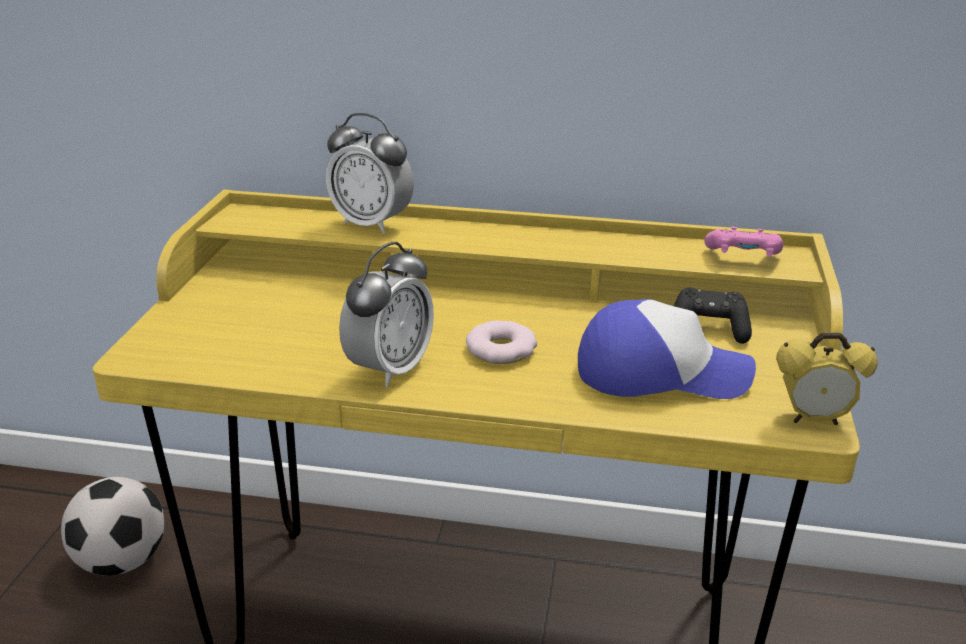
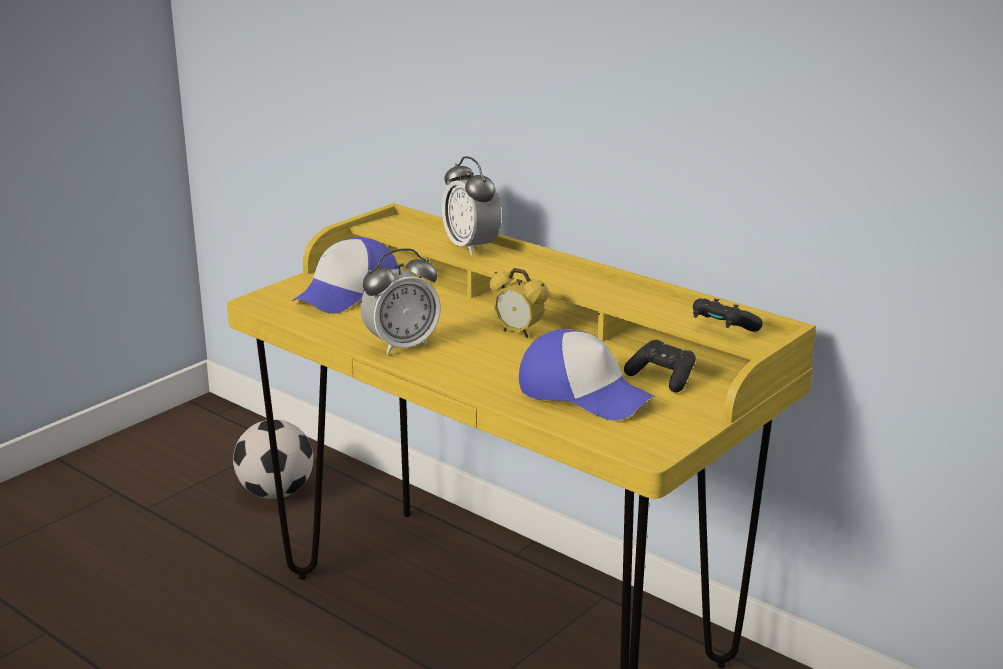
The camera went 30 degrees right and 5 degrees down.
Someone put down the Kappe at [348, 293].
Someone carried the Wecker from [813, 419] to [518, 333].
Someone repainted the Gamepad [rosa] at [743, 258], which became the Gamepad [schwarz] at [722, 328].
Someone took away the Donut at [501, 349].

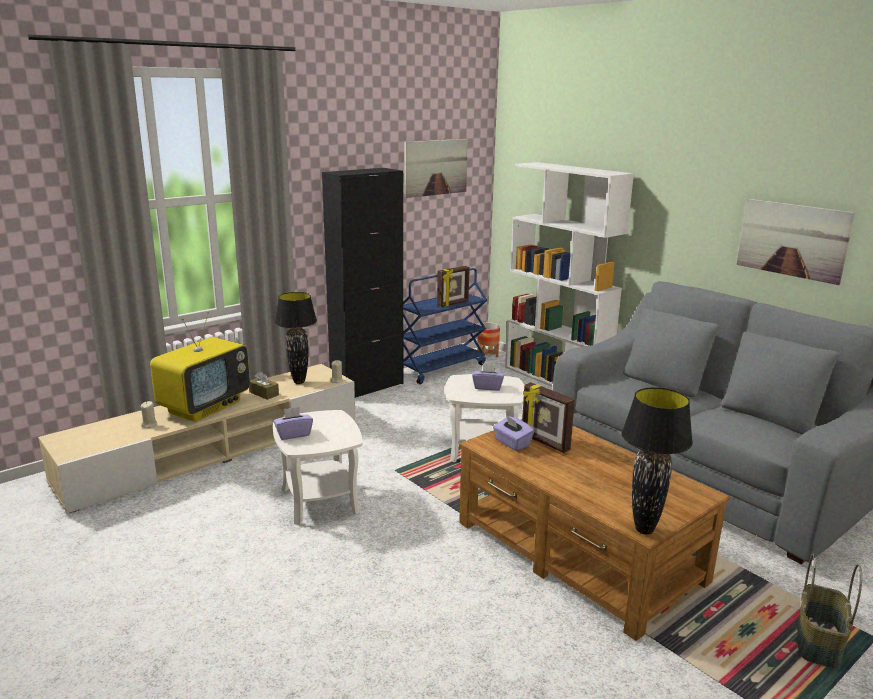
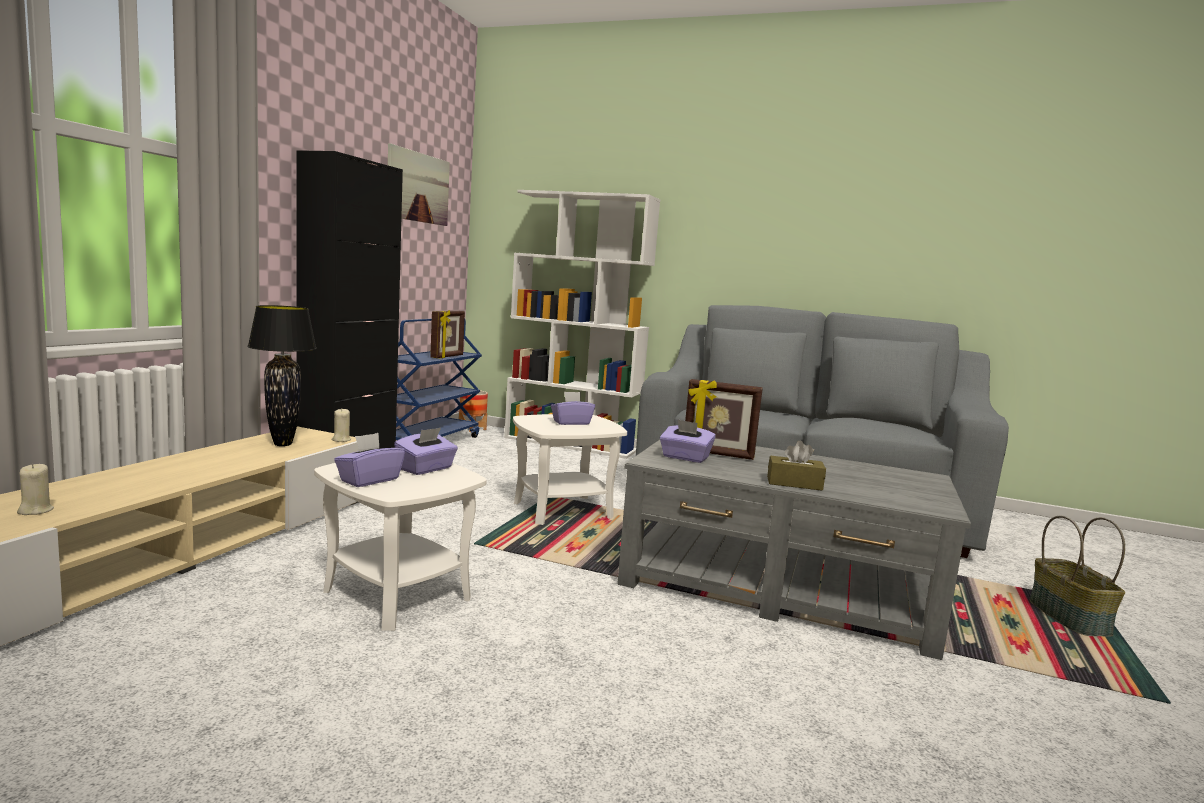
The camera went 30 degrees left and 10 degrees down.
Someone put down the Taschentuchbox [lila] at [426, 469].
Someone repainted the Couchtisch [braun] at [578, 552], which became the Couchtisch [grau] at [778, 588].
Someone carried the Taschentuchbox [braun] from [264, 393] to [794, 483].
Someone took away the Fernseher at [205, 406].
Someone took away the Tischlampe [schwarz] at [644, 530].
Someone took away the Bild at [792, 240].

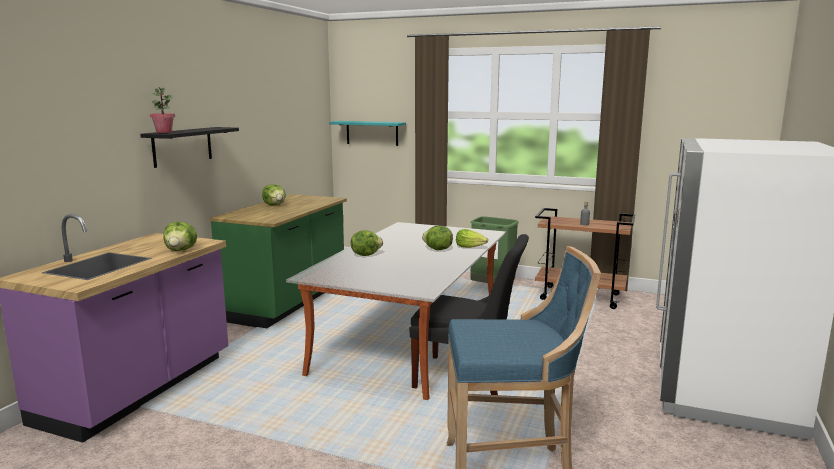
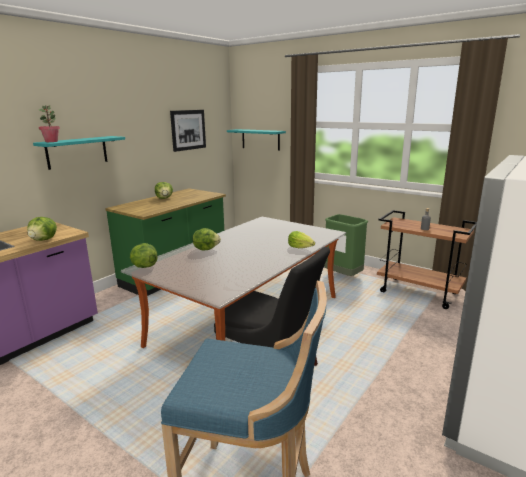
The camera went 15 degrees right and 5 degrees up.
Someone repainted the Wandregal [schwarz] at [182, 146], which became the Wandregal [türkis] at [77, 152].
Someone carried the Salatkopf from [437, 249] to [144, 266].
Someone put up the Bild at [188, 130].

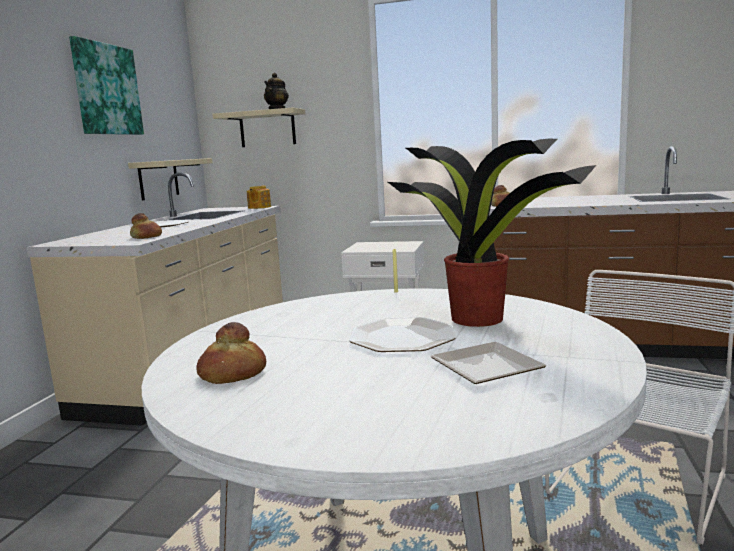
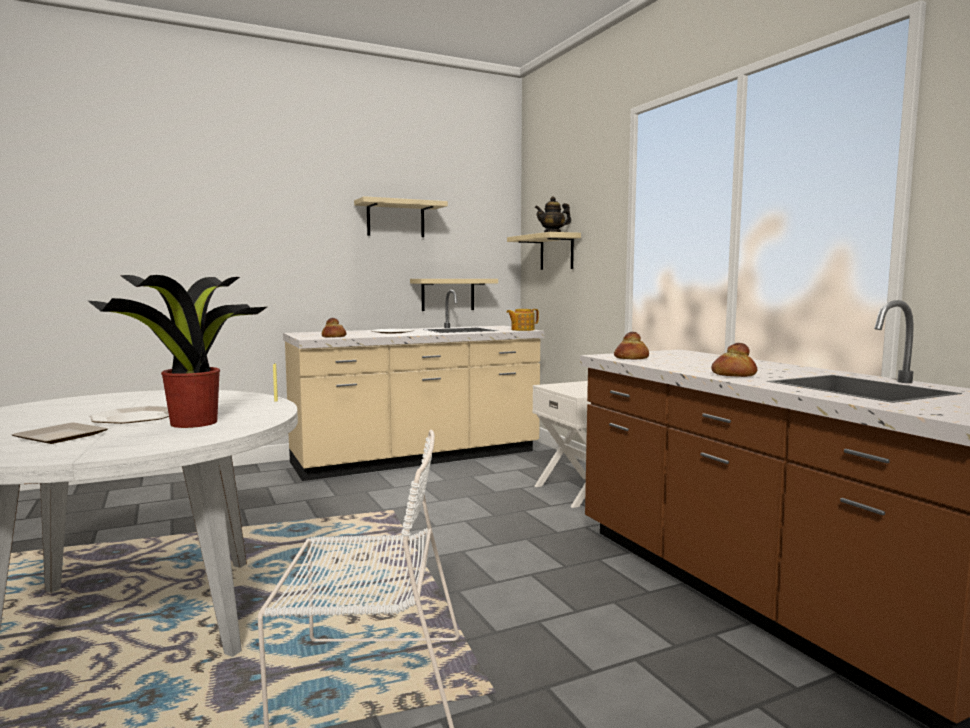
The camera went 50 degrees right and 5 degrees down.
Someone swapped the Bild at [106, 89] for the Wandregal [beige] at [395, 219].
Someone carried the Brot from [232, 374] to [733, 374].

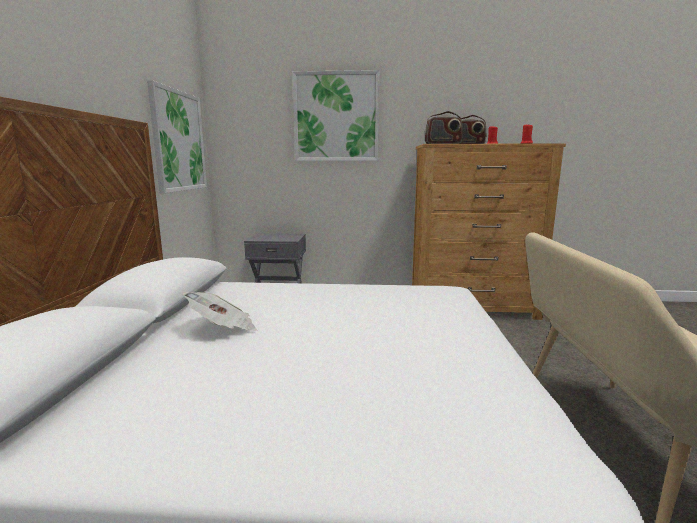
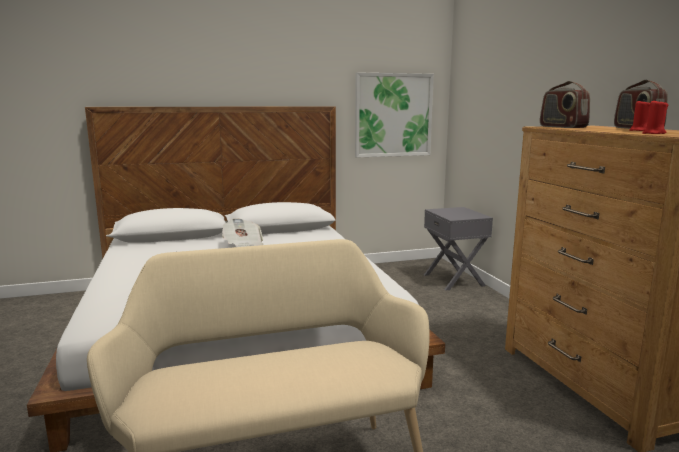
The camera went 70 degrees right and 0 degrees up.
Someone took away the Bild at [336, 117].

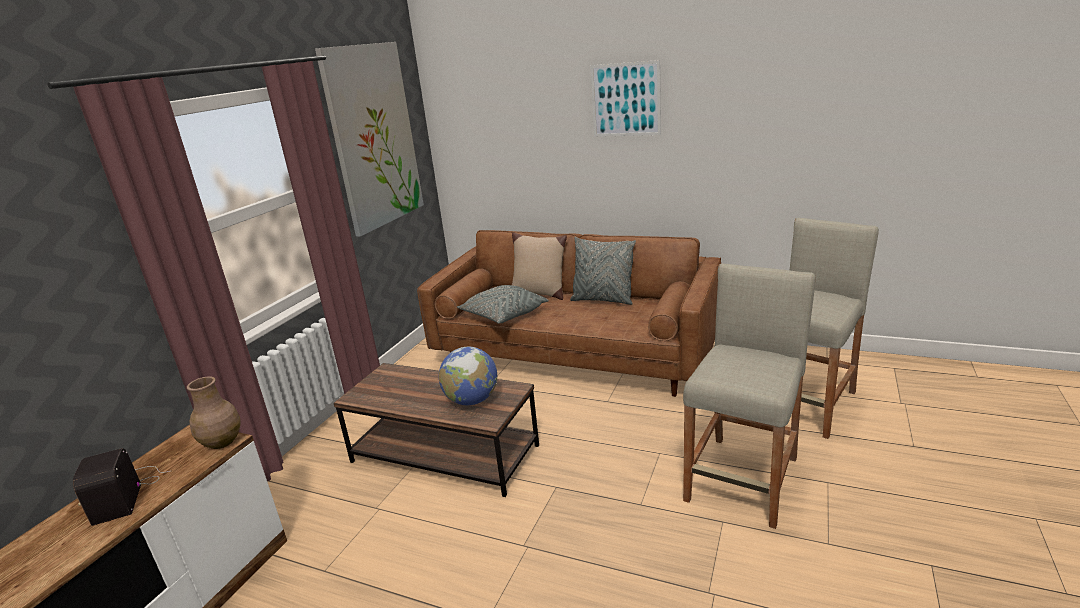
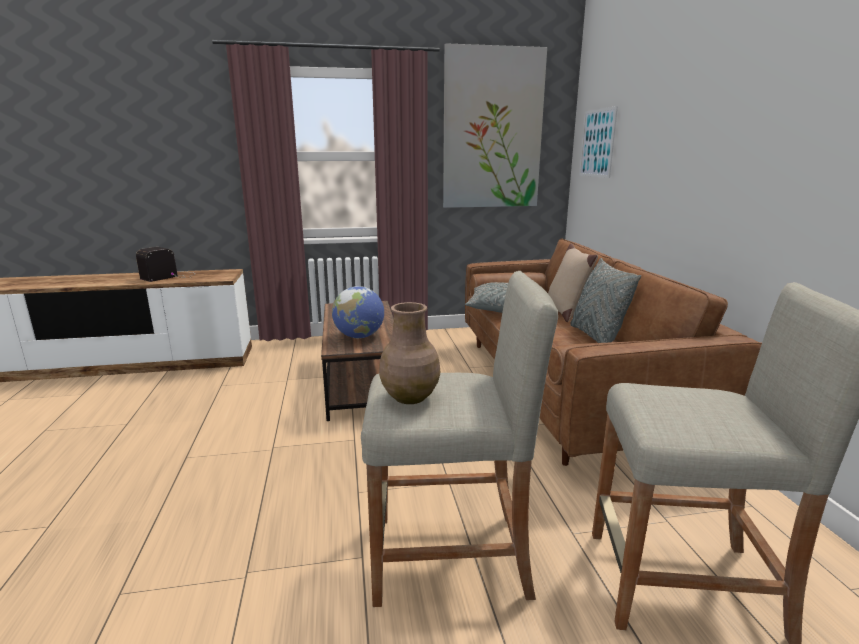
The camera went 55 degrees right and 5 degrees down.
Someone carried the Vase [braun] from [221, 442] to [409, 397].
Someone carried the Bild from [625, 100] to [597, 143].

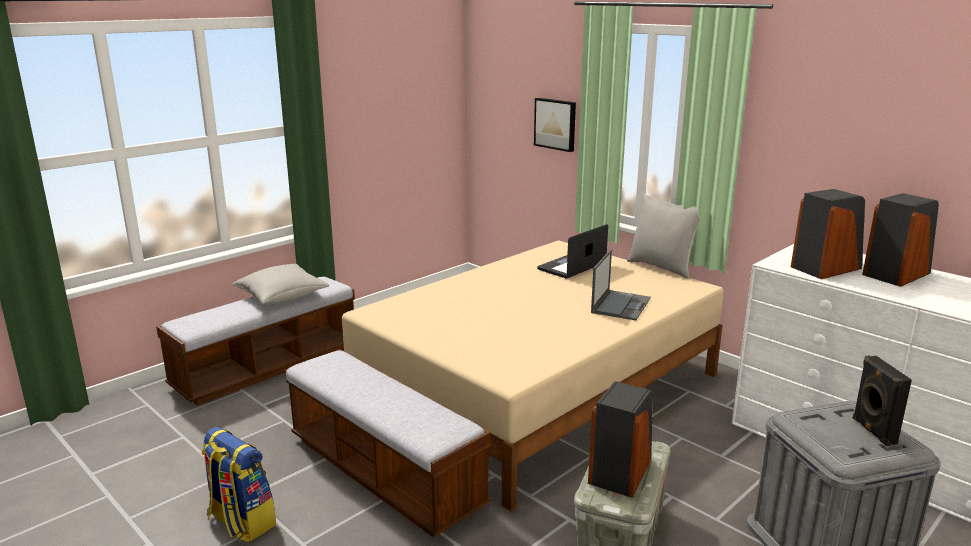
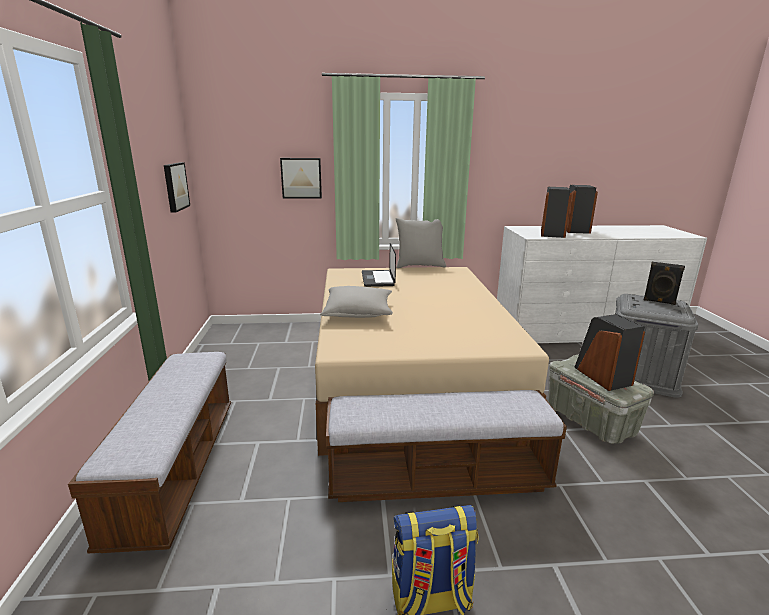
The camera went 50 degrees left and 0 degrees up.
Someone put up the Bild at [175, 186].
Someone carried the Kissen [grau] from [282, 296] to [358, 312].
Someone took away the Laptop at [621, 305].

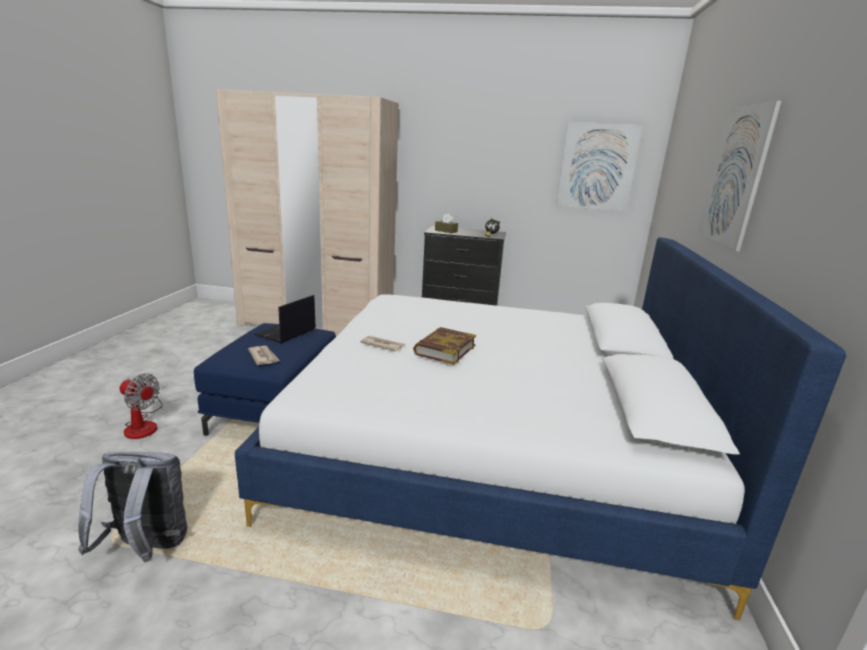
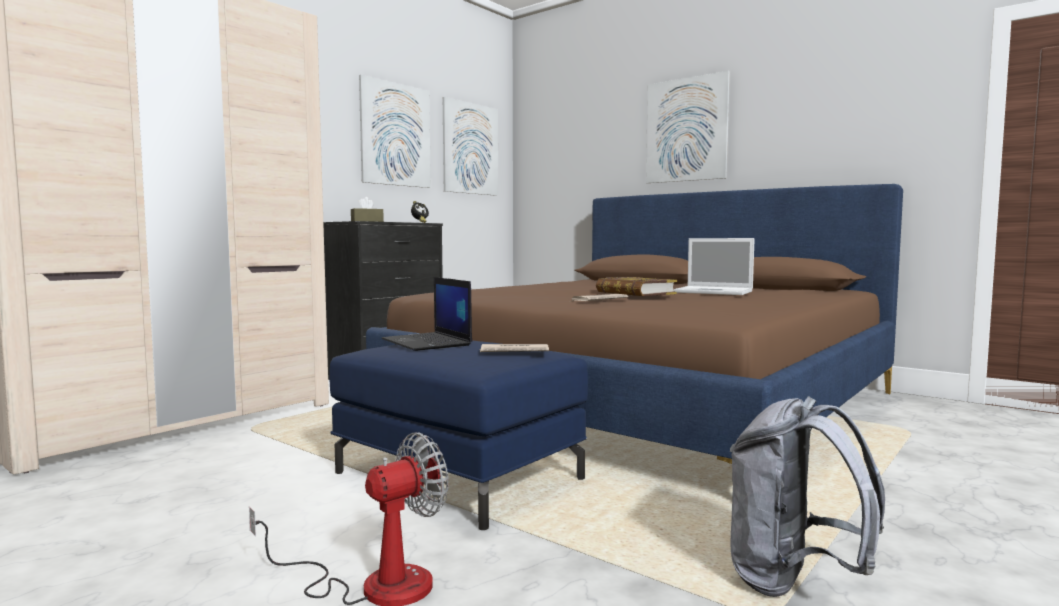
The camera went 60 degrees left and 15 degrees down.
Someone put up the Bild at [395, 134].
Someone repainted the Bett [weiß] at [491, 441], which became the Bett [braun] at [646, 402].
Someone put down the Laptop at [715, 292].

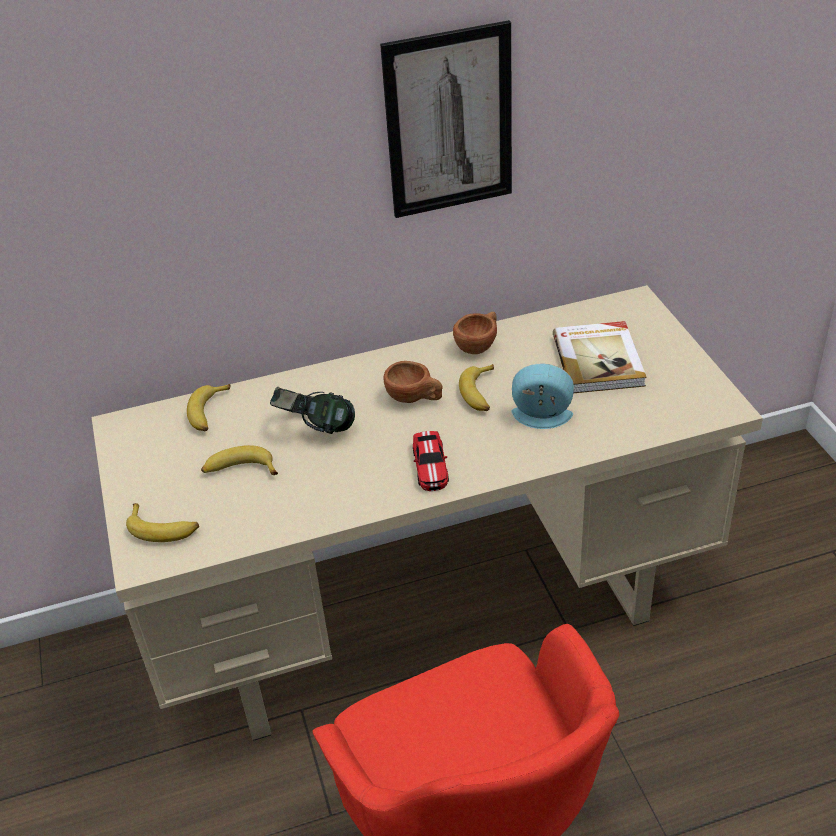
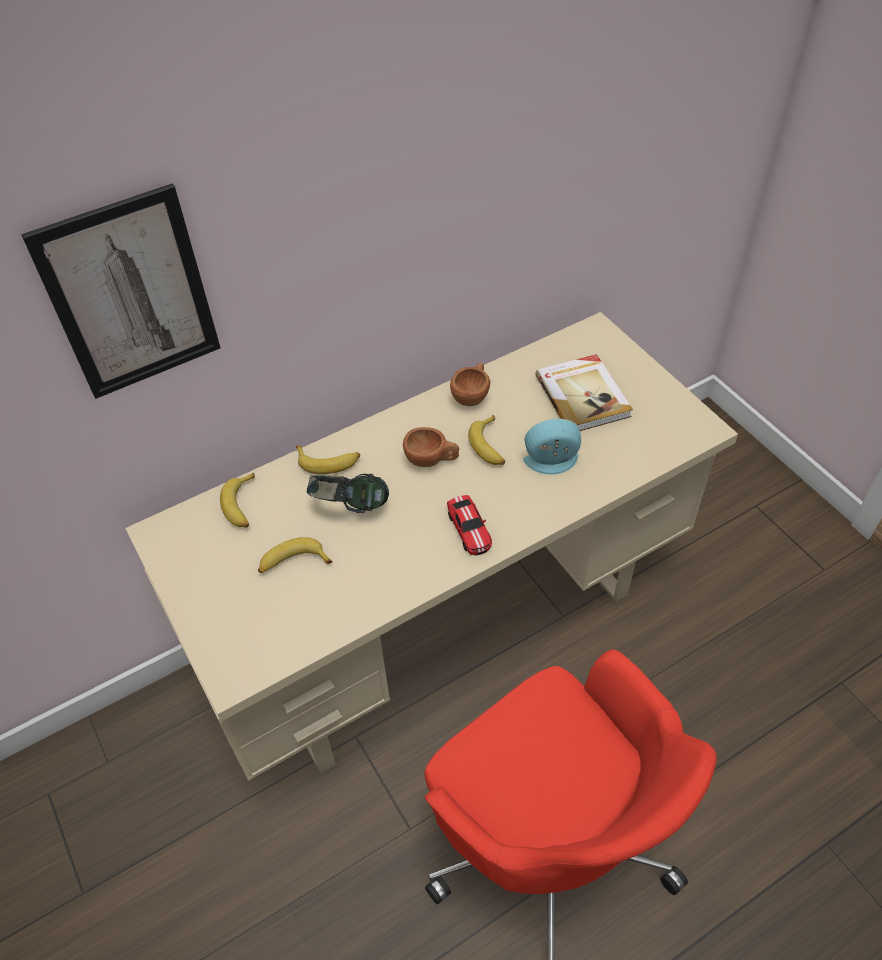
The camera went 15 degrees left and 10 degrees up.
Someone carried the Bild from [449, 122] to [130, 295].
Someone carried the Banane from [163, 528] to [328, 462].

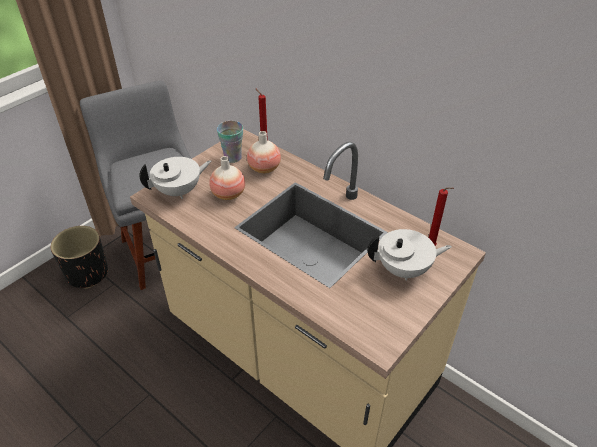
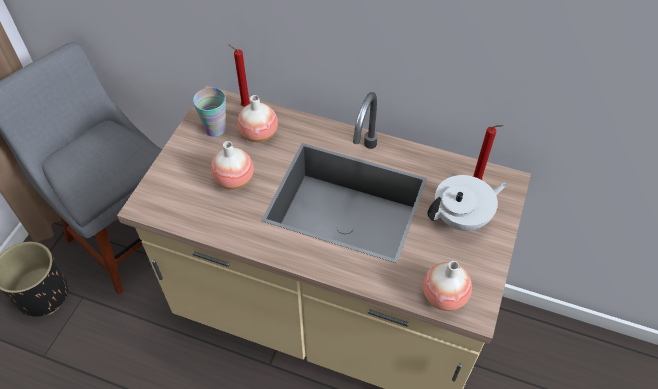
The camera went 20 degrees left and 10 degrees up.
Someone put down the Vase at [444, 296].
Someone took away the Teekanne [weiß] at [179, 191].

